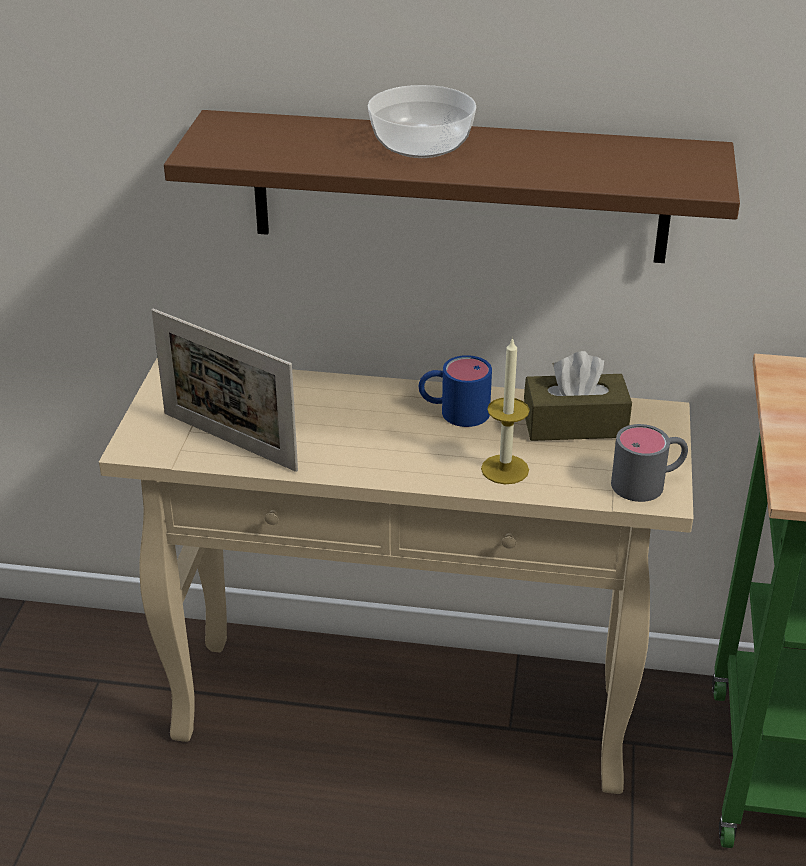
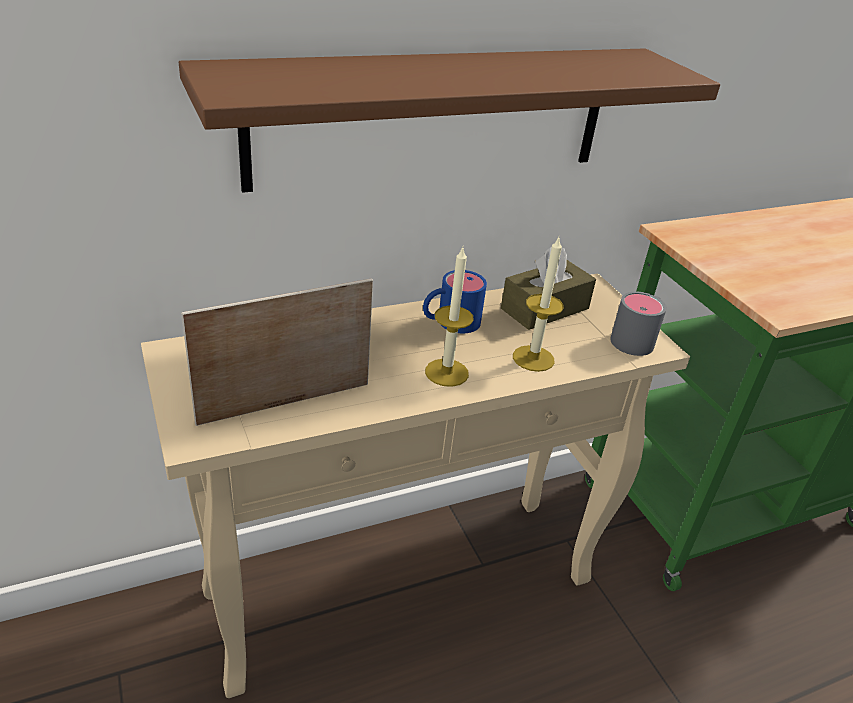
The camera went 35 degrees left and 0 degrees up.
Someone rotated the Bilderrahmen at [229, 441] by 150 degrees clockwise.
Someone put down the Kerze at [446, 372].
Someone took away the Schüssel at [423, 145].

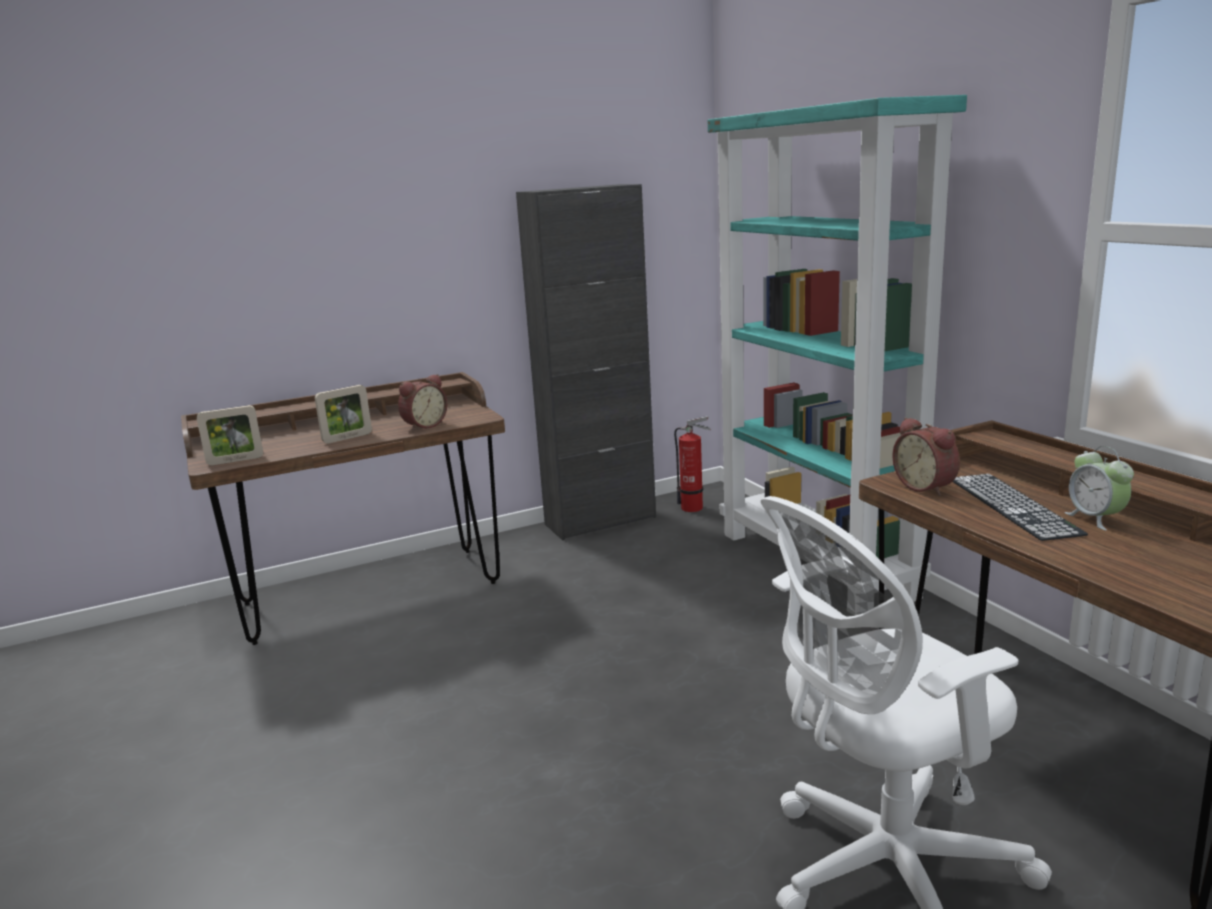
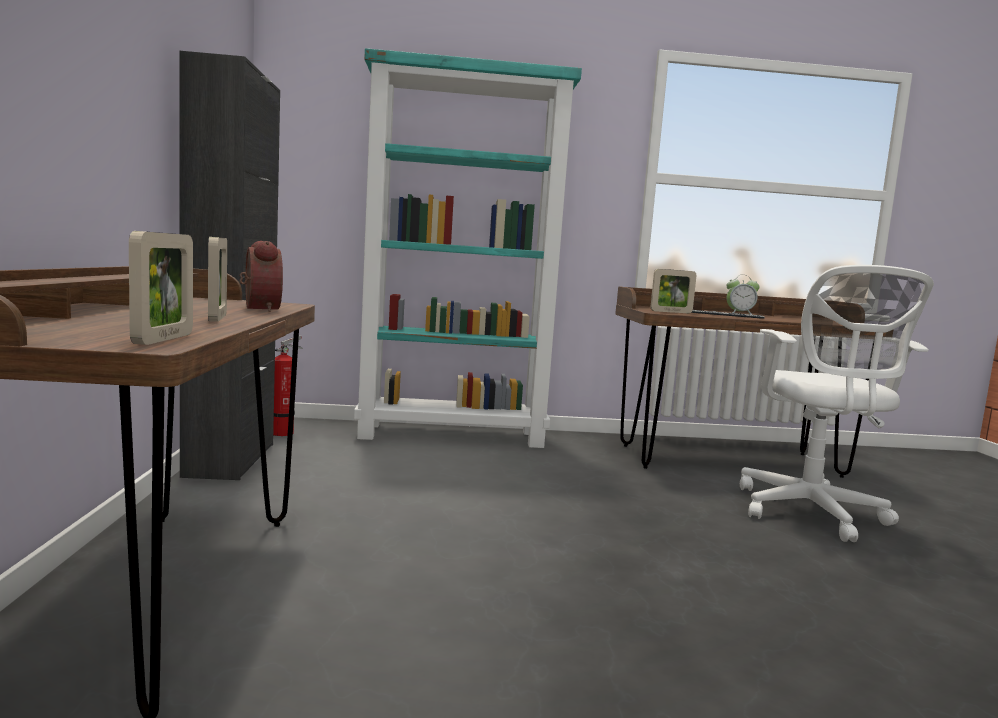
The camera went 70 degrees left and 10 degrees down.
Someone swapped the Wecker at [926, 487] for the Bilderrahmen at [671, 312].

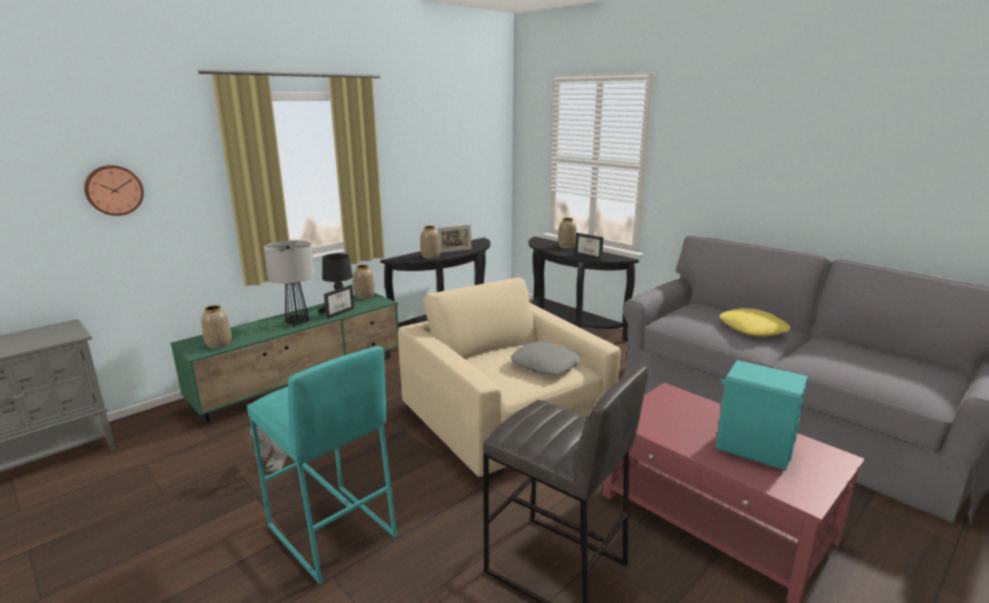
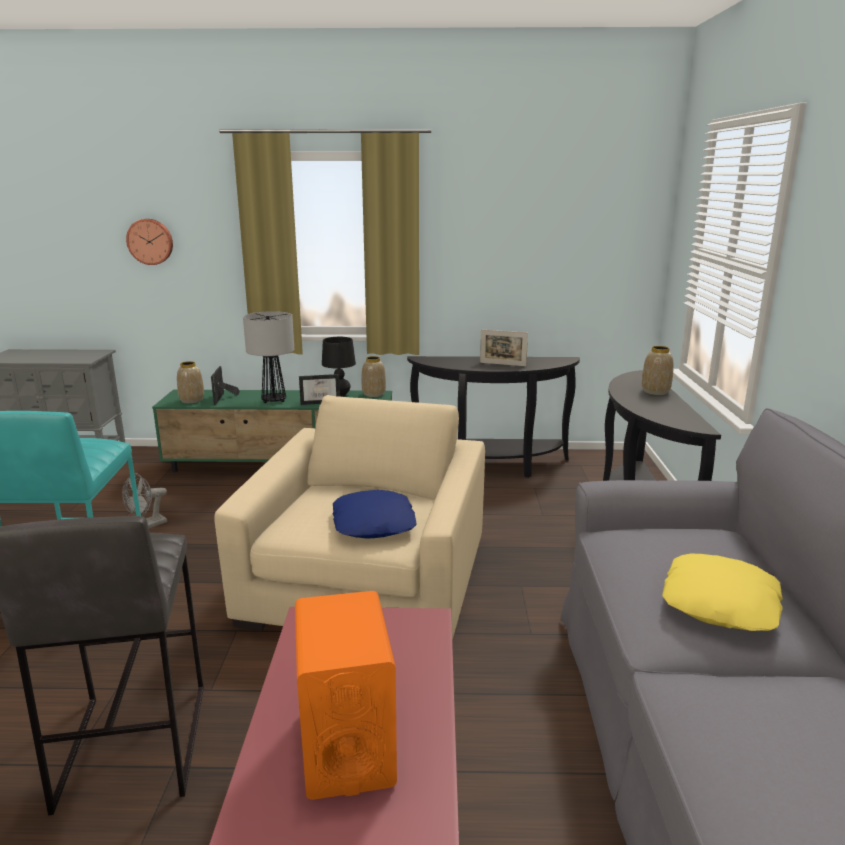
The camera went 45 degrees right and 0 degrees up.
Someone carried the Bilderrahmen from [590, 256] to [223, 399].
Someone repainted the Lautsprecher [türkis] at [753, 448], which became the Lautsprecher [orange] at [346, 746].
Someone repainted the Kissen [grau] at [545, 365], which became the Kissen [blau] at [374, 523].
Someone took away the Vase at [431, 256].

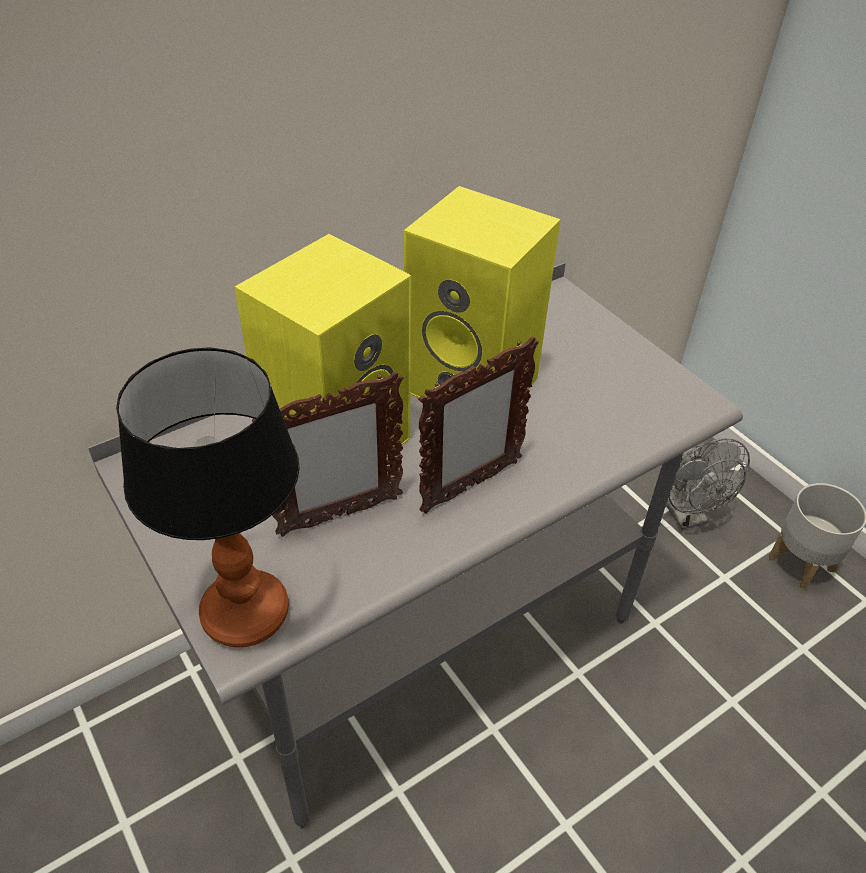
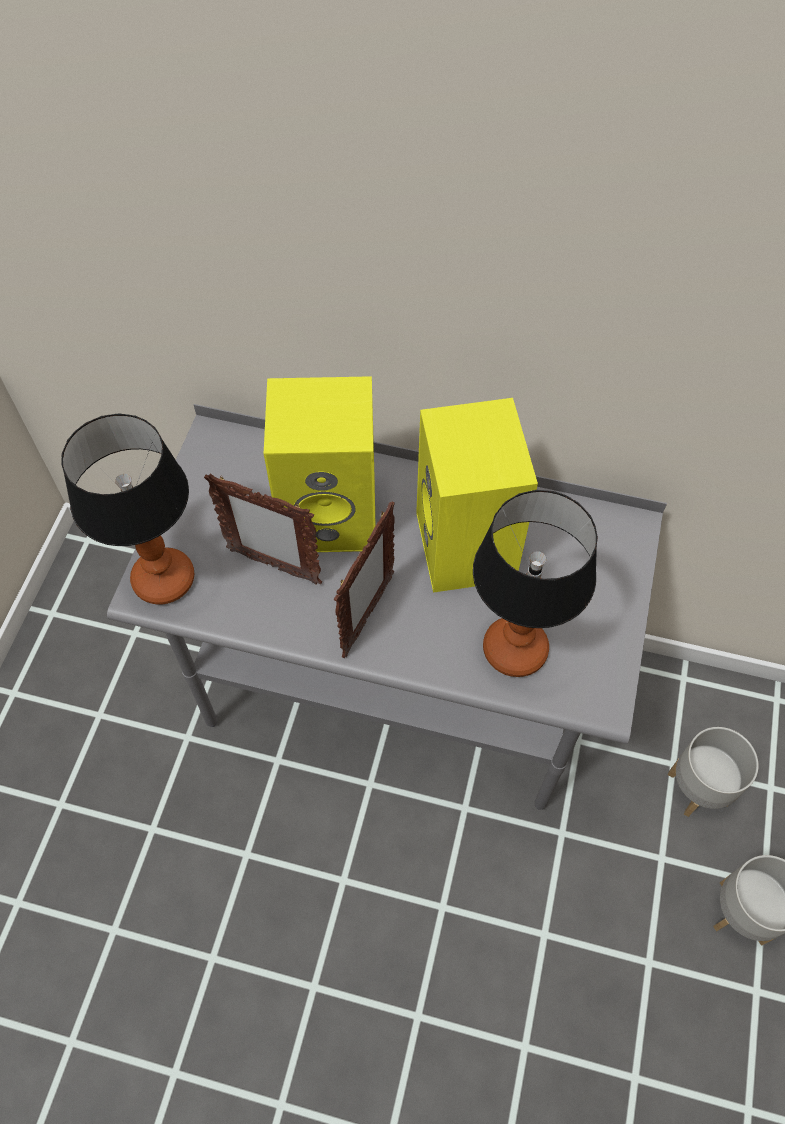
The camera went 50 degrees right and 15 degrees up.
Someone rotated the Bilderrahmen at [470, 486] by 75 degrees counterclockwise.
Someone put down the Tischlampe at [515, 648].
Someone swapped the Ventilator [grau] at [687, 515] for the Pflanzkübel [grau] at [699, 788].

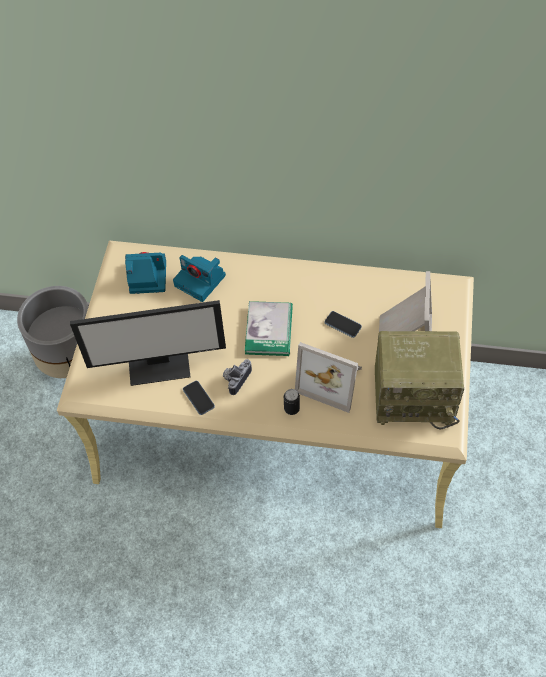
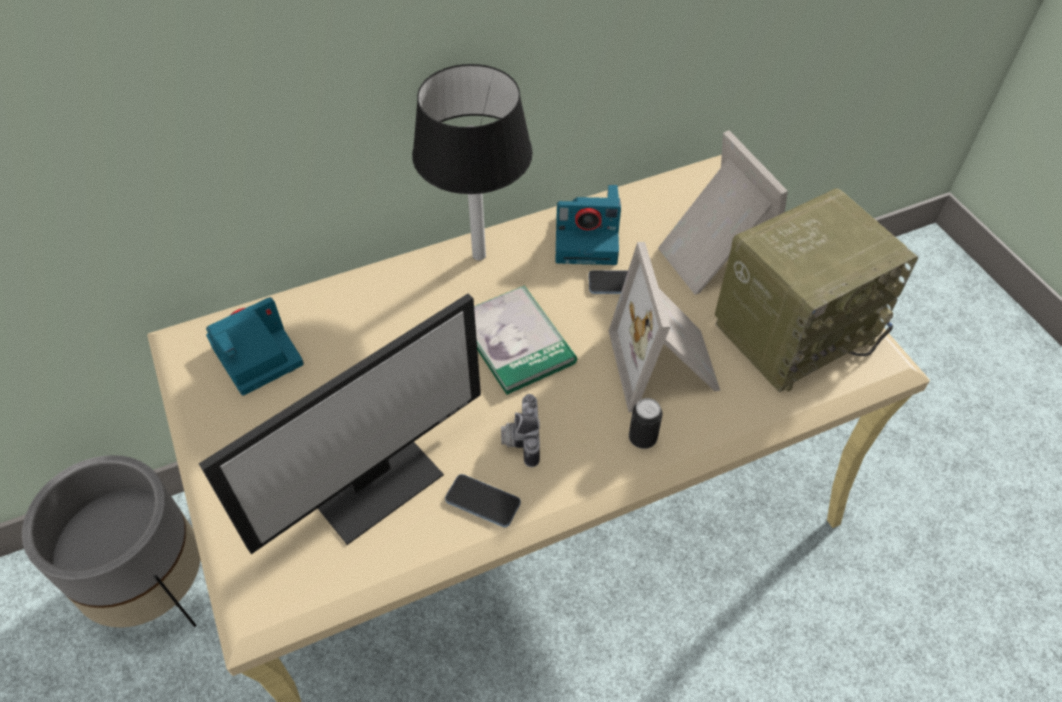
The camera went 35 degrees left and 5 degrees down.
Someone put down the Tischlampe [schwarz] at [478, 255].
Someone carried the Kamera from [201, 281] to [588, 239].
Someone rotated the Bilderrahmen at [332, 379] by 90 degrees clockwise.

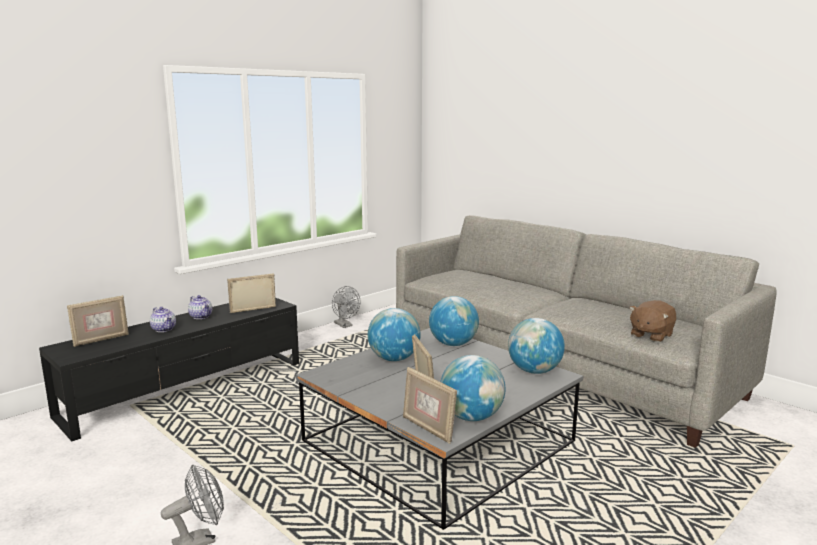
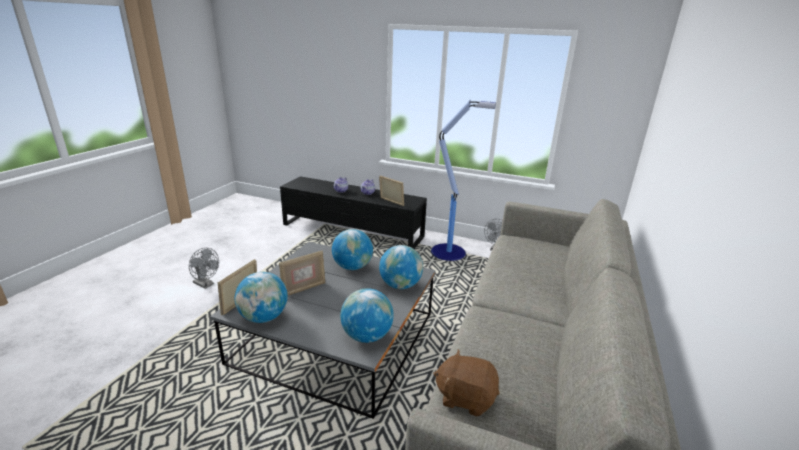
The camera went 65 degrees right and 10 degrees up.
Someone put down the Stehlampe at [449, 253].
Someone took away the Bilderrahmen at [101, 340].

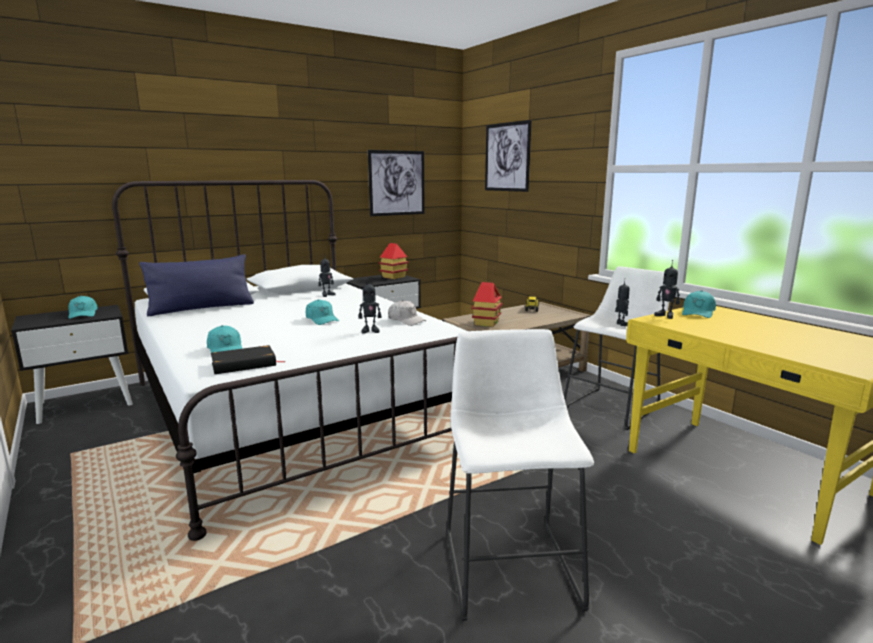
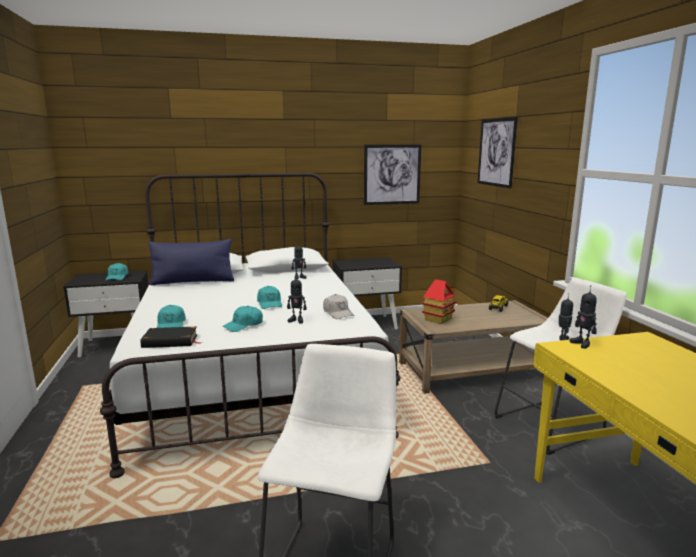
The camera went 20 degrees right and 0 degrees up.
Someone carried the Kappe [türkis] from [698, 313] to [243, 325].
Someone took away the Spielzeughaus at [393, 277].

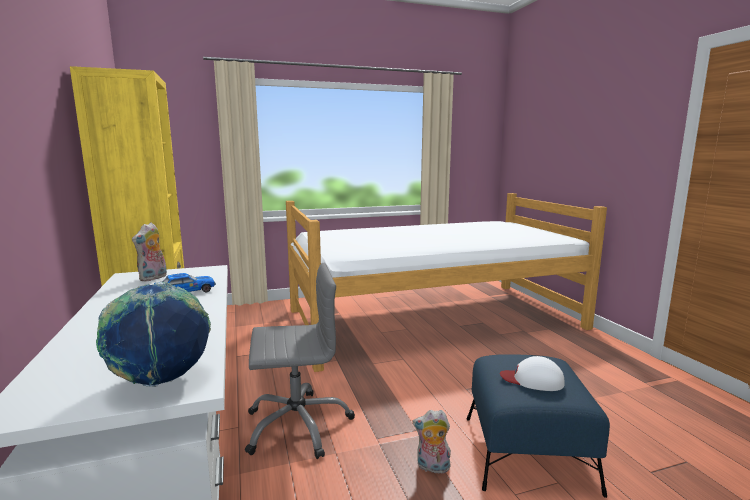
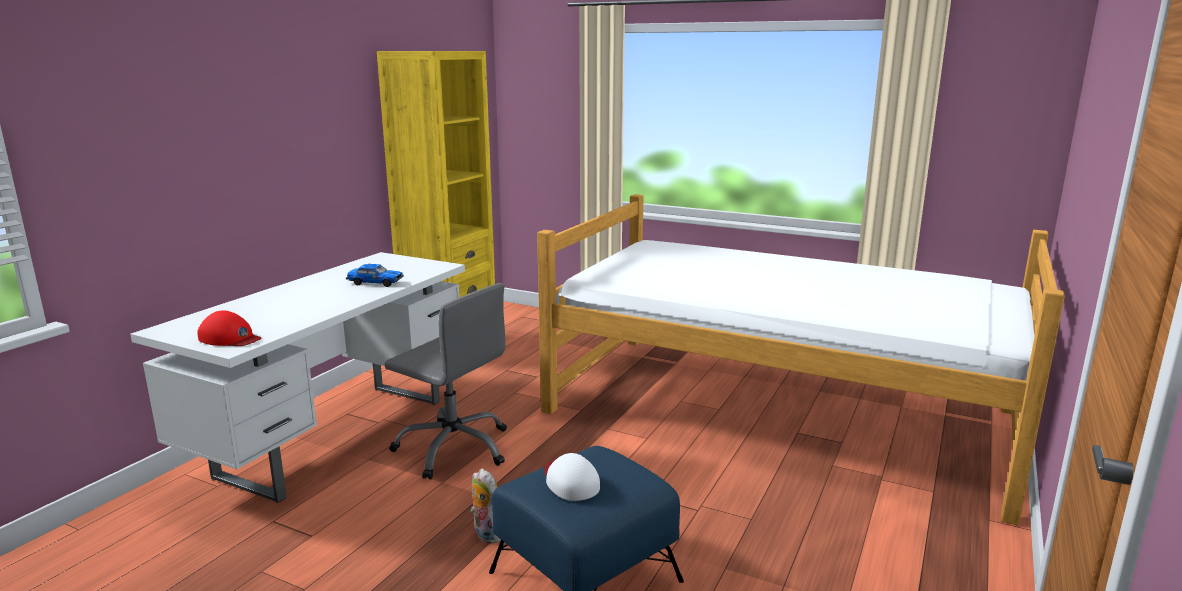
The camera went 45 degrees right and 5 degrees up.
Someone swapped the Globus at [161, 380] for the Kappe [rot] at [230, 338].
Someone took away the Plüschtier at [153, 278].

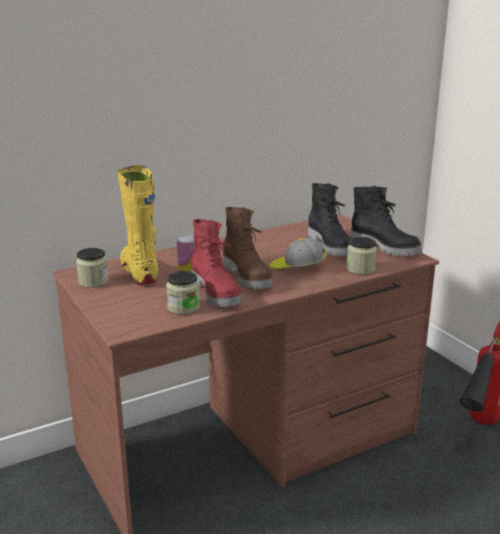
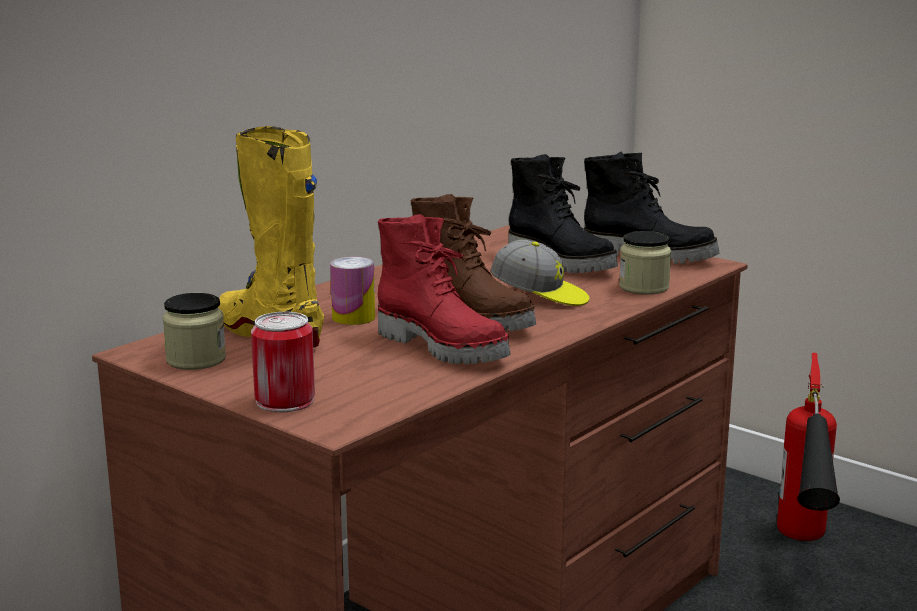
The camera went 20 degrees left and 5 degrees down.
Someone put down the Dose at [285, 401].
Someone rotated the Kappe at [297, 267] by 150 degrees counterclockwise.
Someone took away the Vorratsglas at [183, 307].

